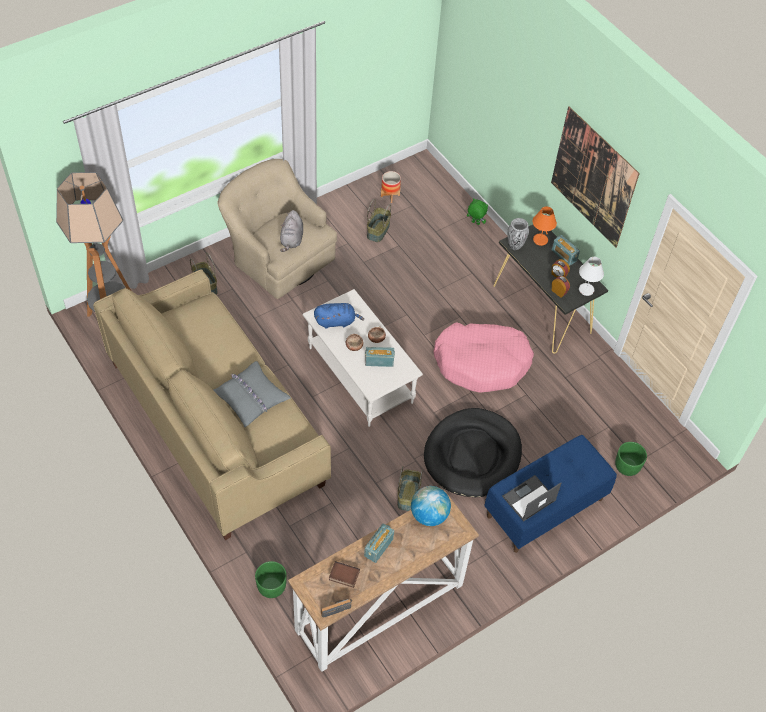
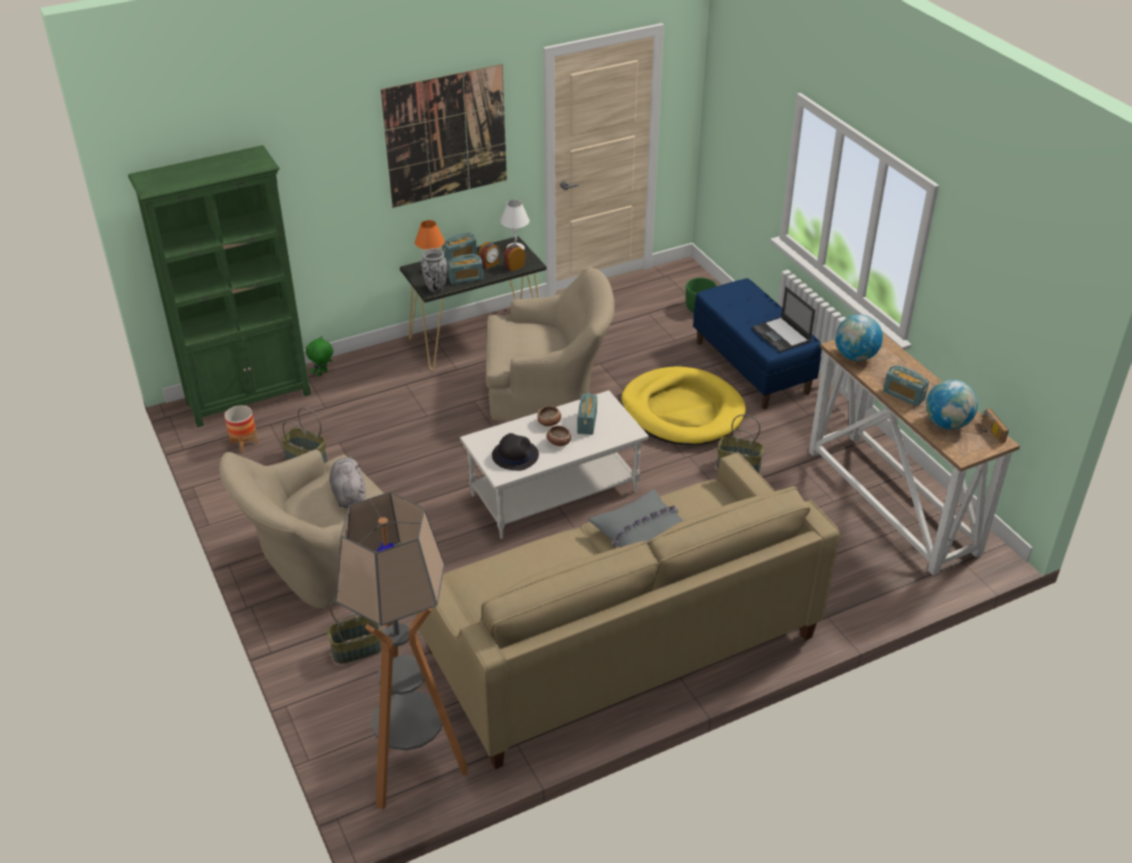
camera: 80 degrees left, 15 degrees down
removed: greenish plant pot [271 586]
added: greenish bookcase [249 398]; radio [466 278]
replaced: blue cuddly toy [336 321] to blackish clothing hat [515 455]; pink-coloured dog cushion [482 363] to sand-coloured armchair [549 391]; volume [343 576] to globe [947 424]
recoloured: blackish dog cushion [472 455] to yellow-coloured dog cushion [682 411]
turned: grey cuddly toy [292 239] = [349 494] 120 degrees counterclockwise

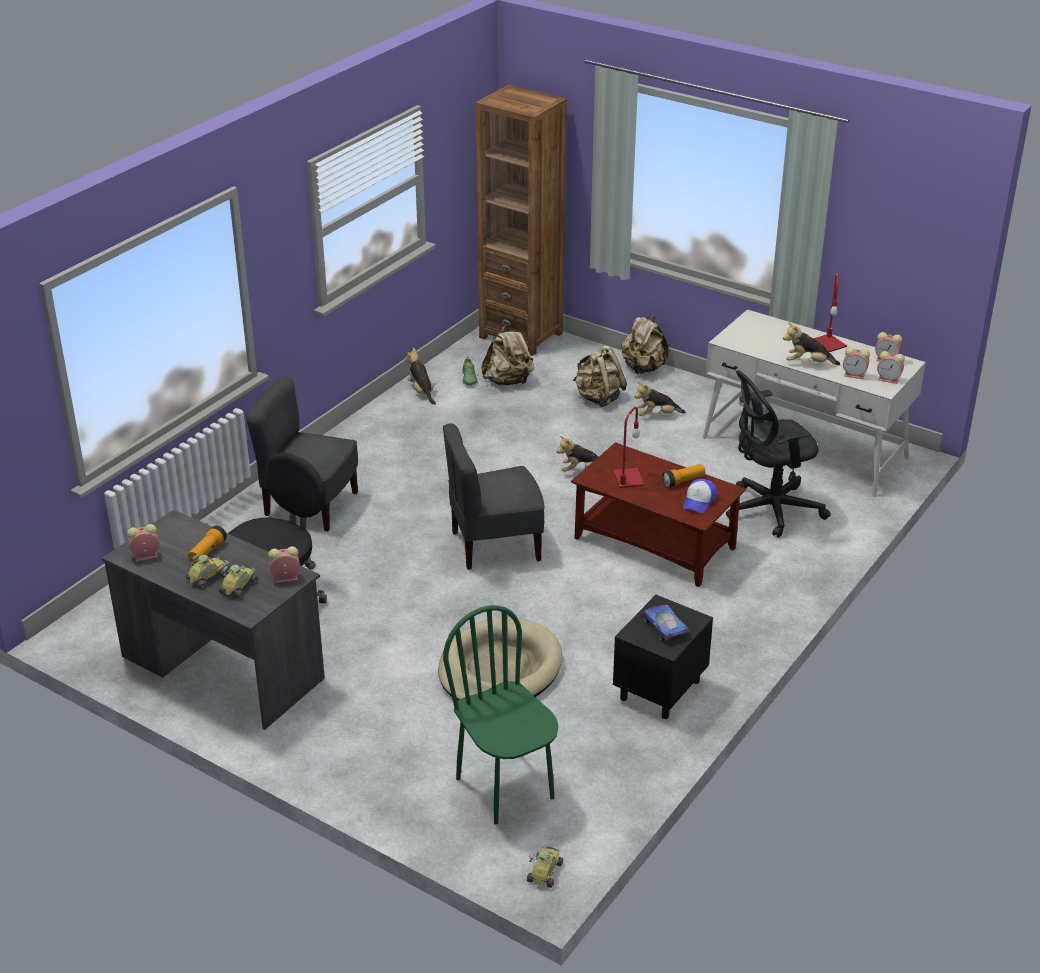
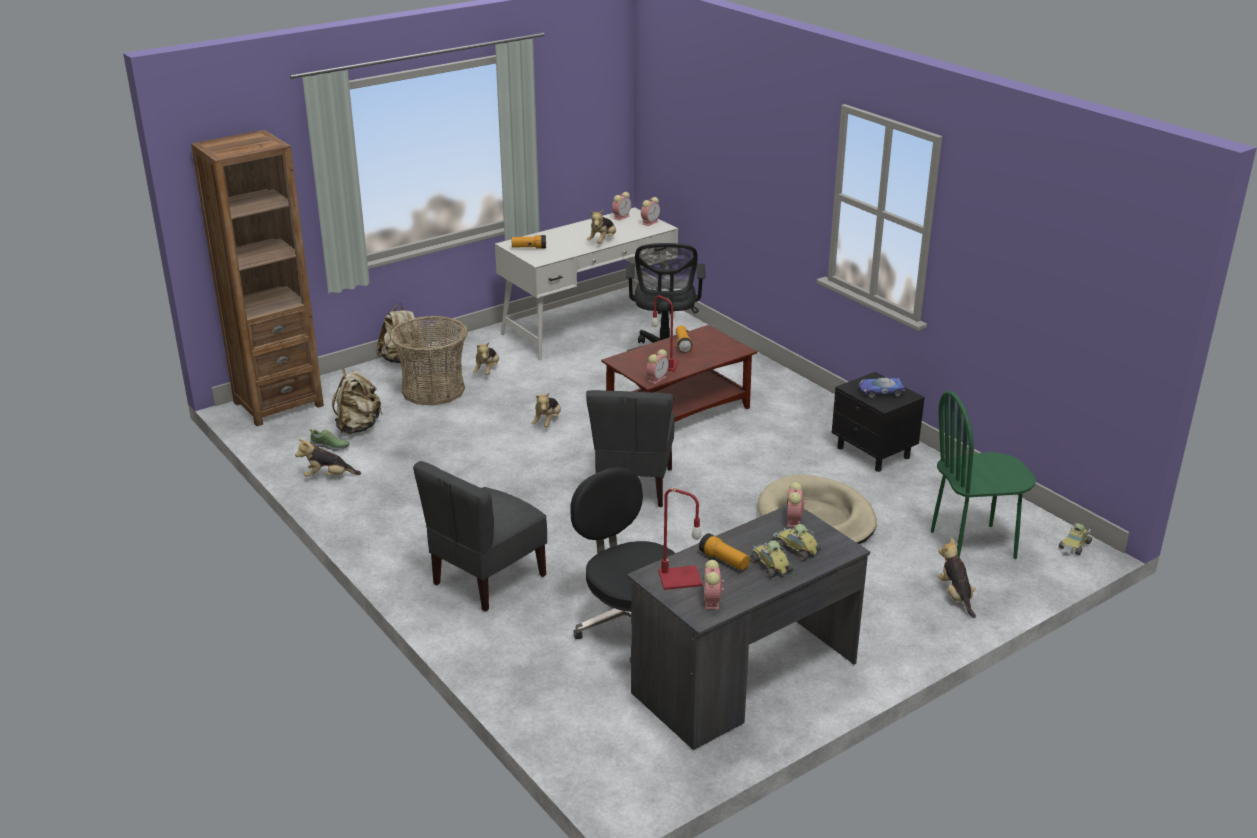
camera: 70 degrees left, 5 degrees down
removed: cap [699 501]
added: flashlight [529 248]; cuddly toy [955 596]
moved: reddish lamp for a table [828 343] to [679 578]; table clock [855 375] to [657 378]
replaced: sand-coloured rucksack [598 398] to basket [433 390]
turned: toy car [544 871] = [1075 546] 90 degrees counterclockwise

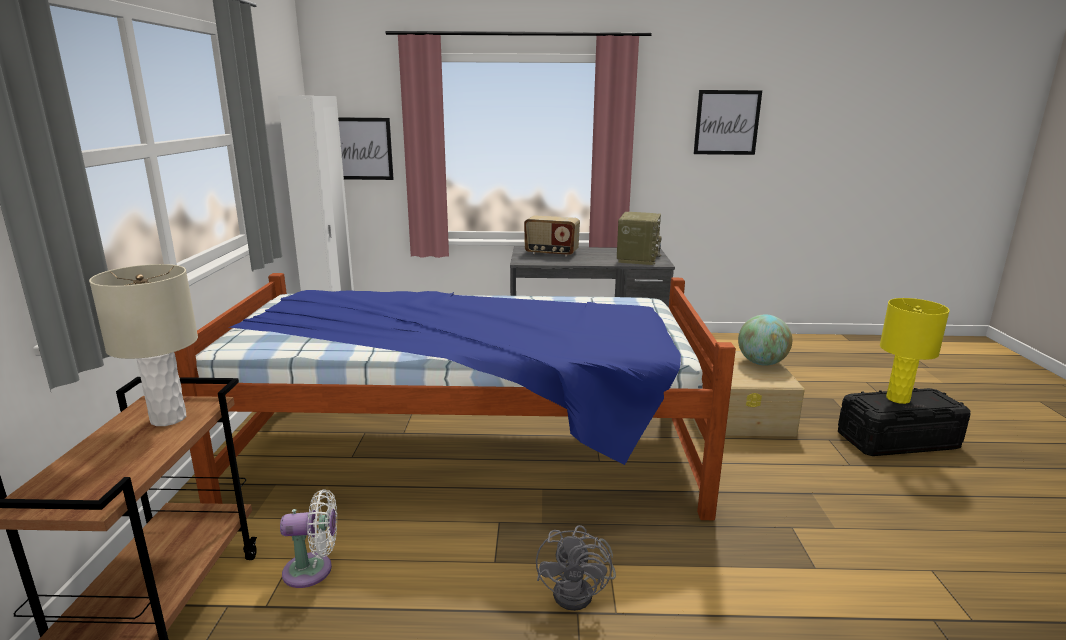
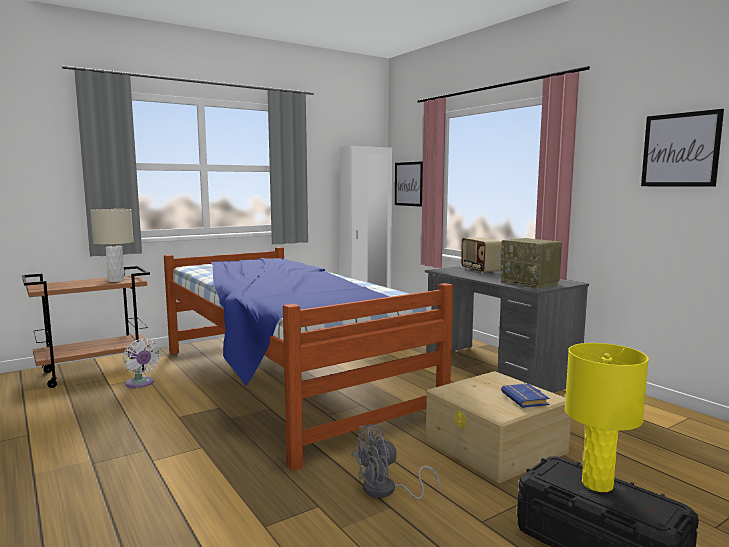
camera: 55 degrees right, 10 degrees down
moved: grey electric fan [580 592] to [386 491]
replaced: globe [761 363] to blue volume [526 399]
turned: radio [637 258] = [530 283] 75 degrees clockwise

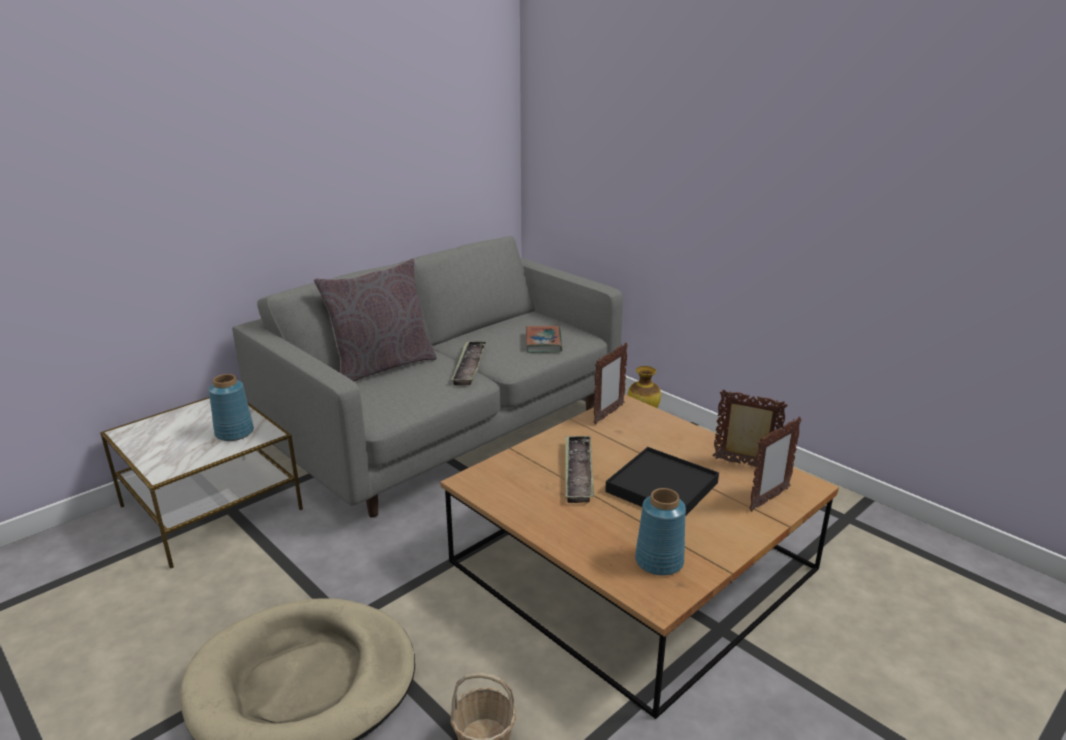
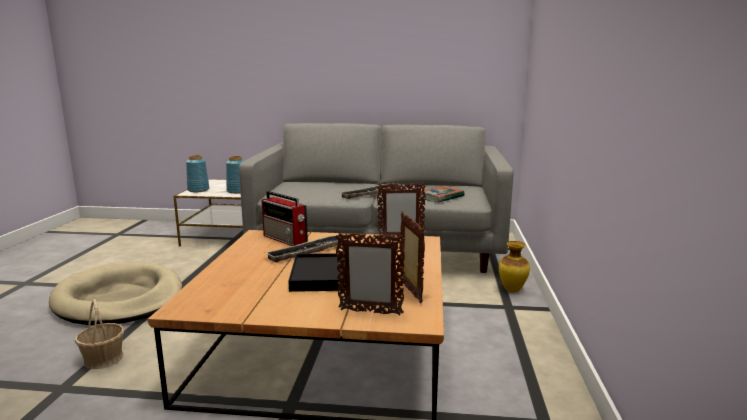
camera: 50 degrees right, 10 degrees down
removed: grey throw pillow [382 366]
added: radio [285 239]
moved: blue vase [659 561] to [198 190]

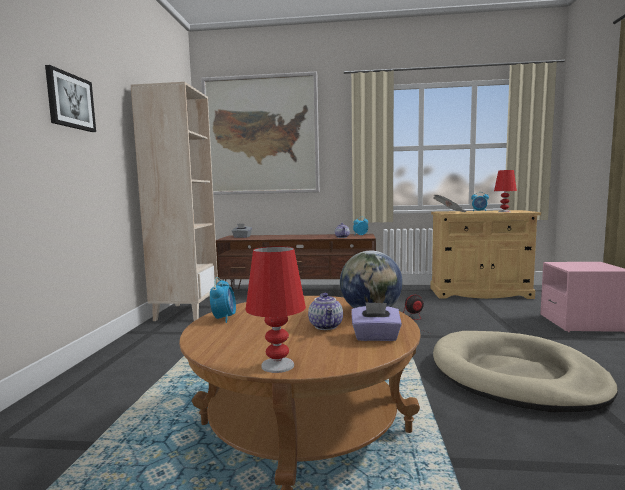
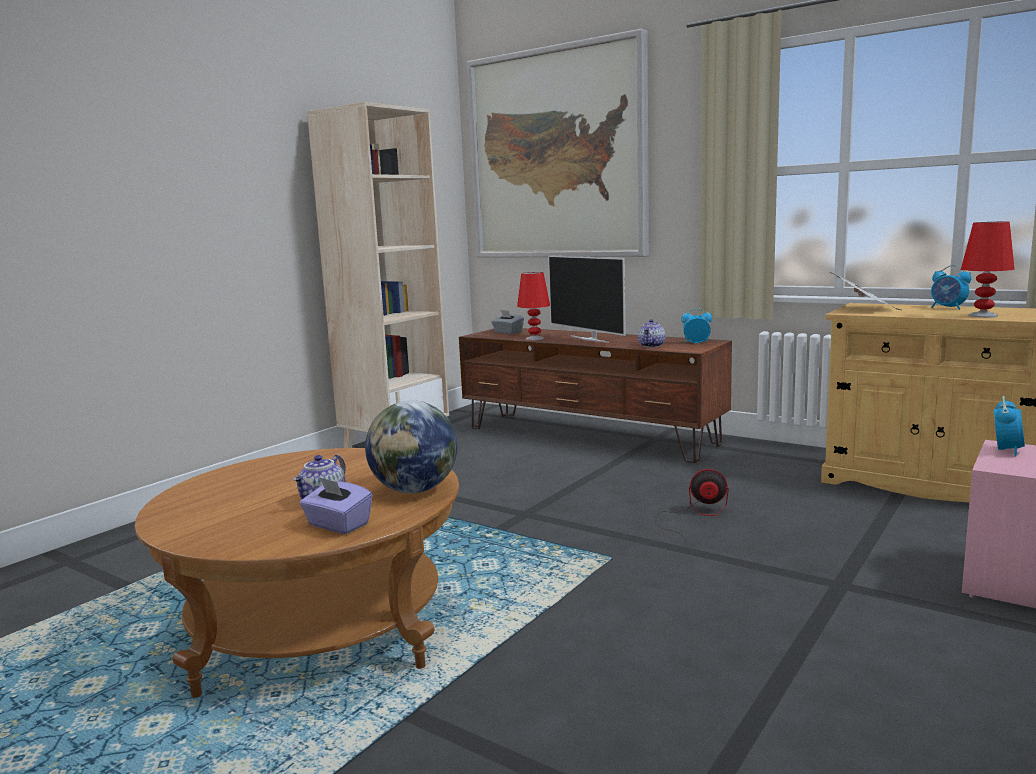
camera: 30 degrees right, 5 degrees up
removed: picture [70 101]; sand-coloured dog cushion [515 375]
added: television [590 339]
moved: reddish lamp for a table [277 365] to [534 339]; table clock [224 318] to [1006 450]

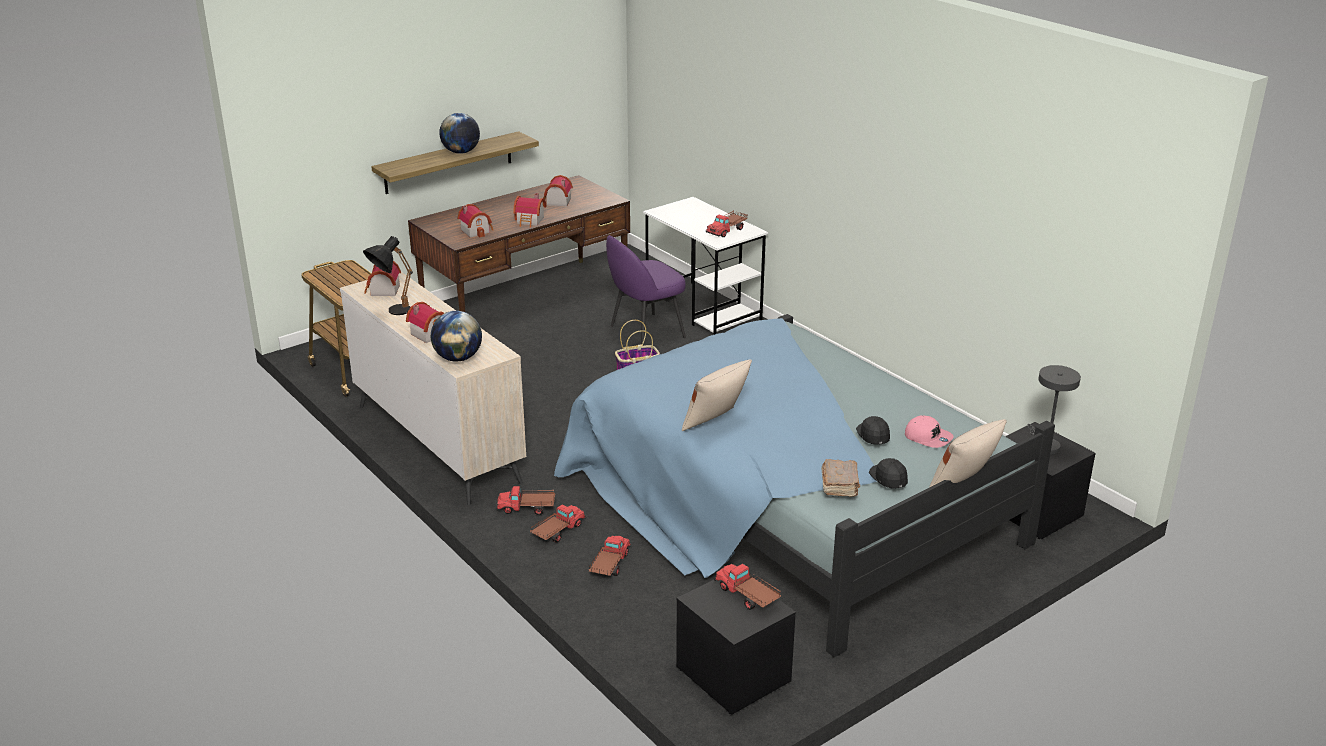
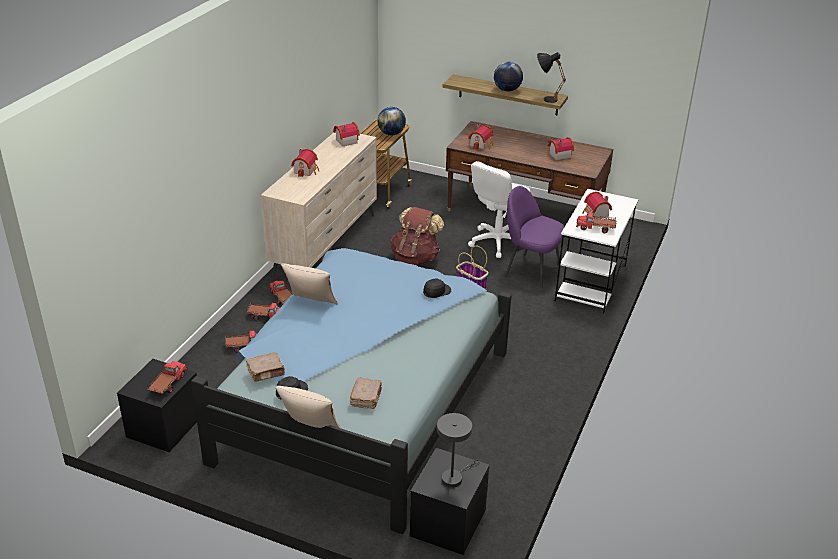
camera: 60 degrees right, 5 degrees up
added: white desk chair [497 242]; brownish rucksack [415 258]
moved: miniature house [530 221] to [595 214]; blackish lamp for a table [392 312] to [545 99]; globe [458 358] to [391 134]; blackish cap [873 434] to [436 291]
replaced: pink-coloured cap [928 437] to brownish volume [366 398]

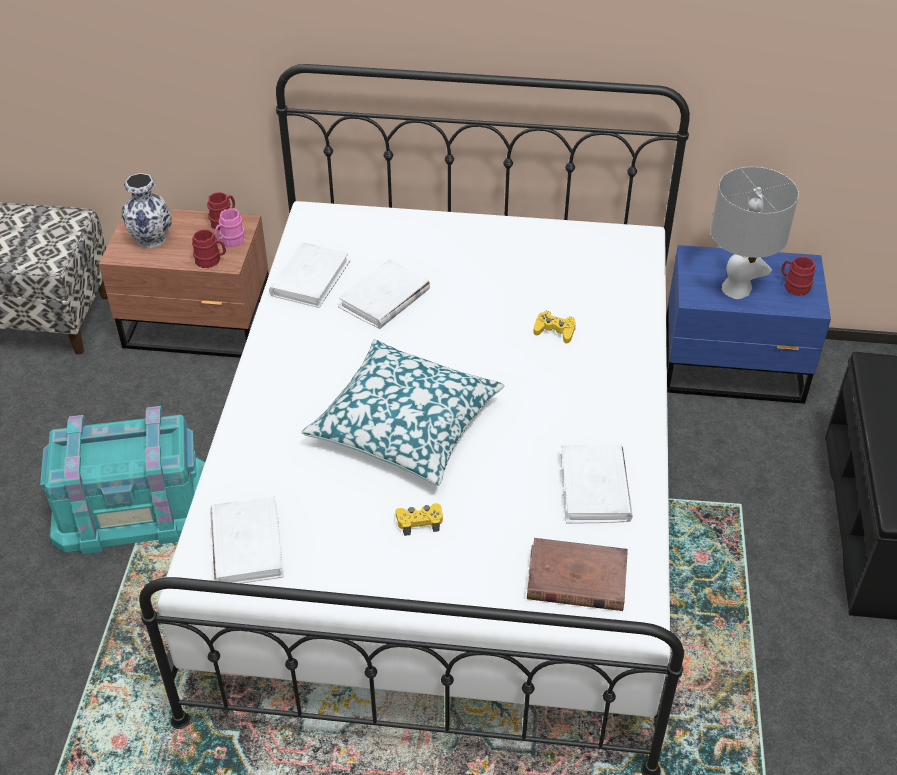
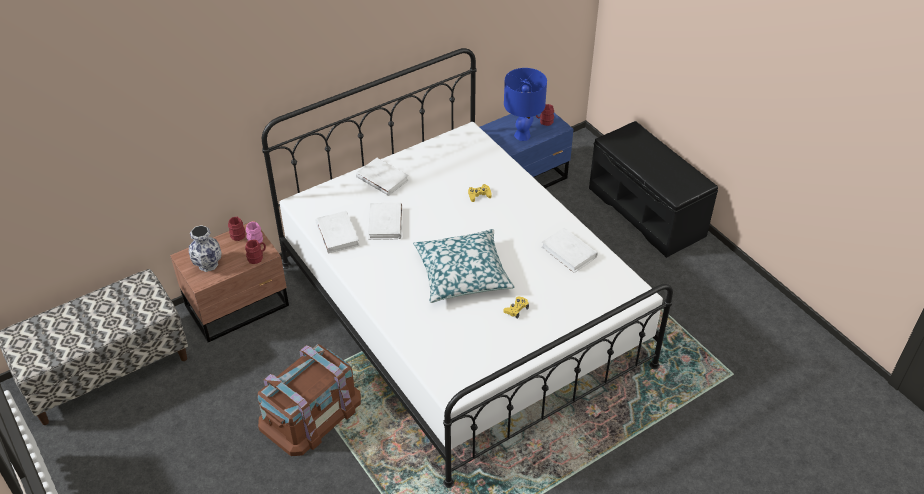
camera: 40 degrees left, 0 degrees up
removed: brownish volume [576 579]
moved: white volume [247 544] to [382 179]
recoloured: grey lamp for a table [737 289] to blue lamp for a table [522 135]; turquoise storage bin [132 504] to brownish storage bin [310 412]

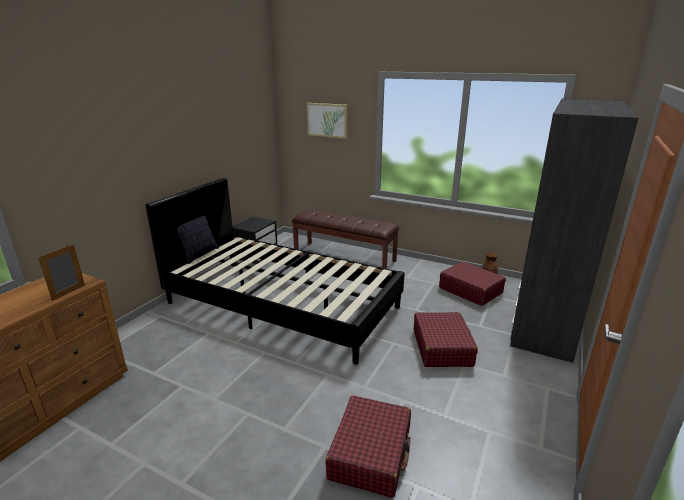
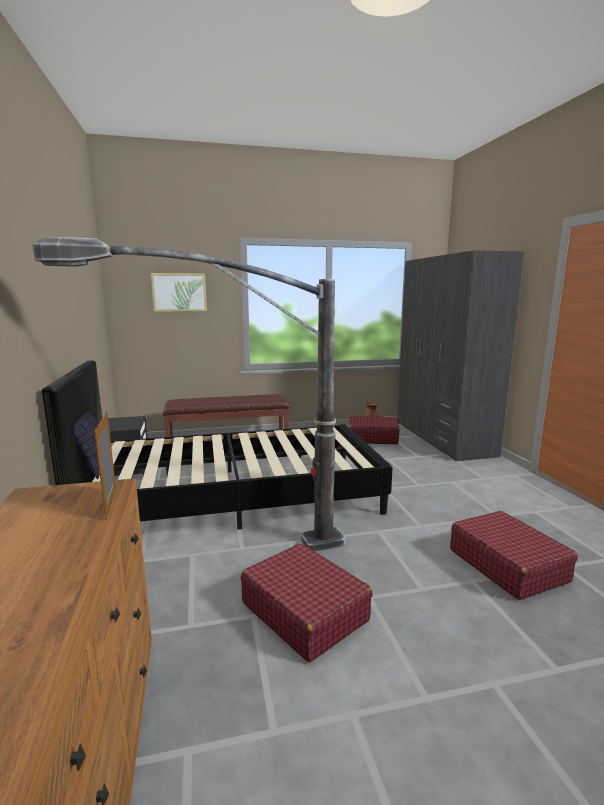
camera: 40 degrees left, 10 degrees down
added: standing lamp [223 560]
moved: reddish piece of luggage [442 347] to [304 611]

